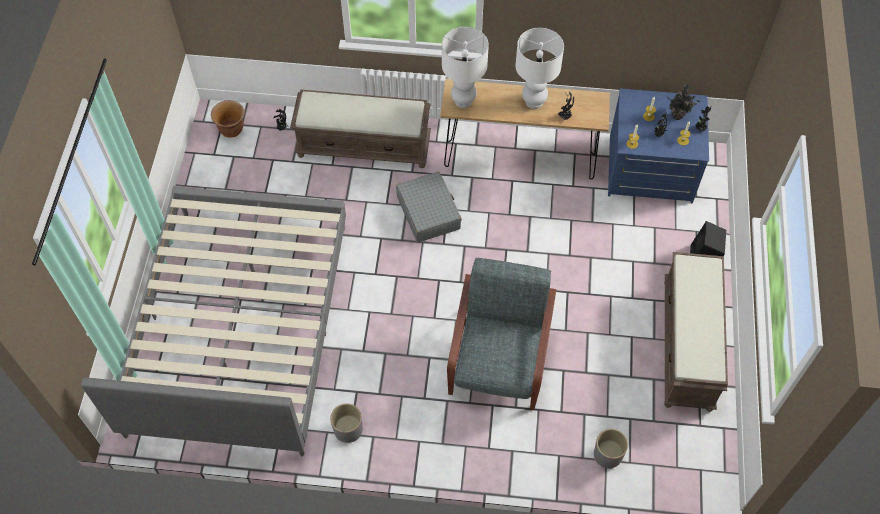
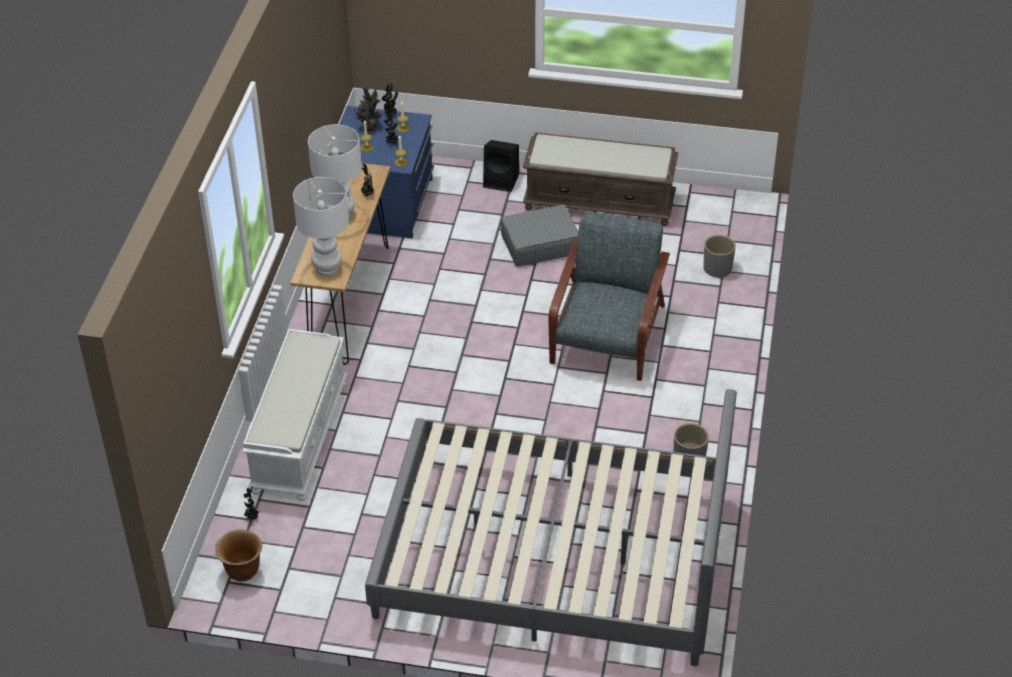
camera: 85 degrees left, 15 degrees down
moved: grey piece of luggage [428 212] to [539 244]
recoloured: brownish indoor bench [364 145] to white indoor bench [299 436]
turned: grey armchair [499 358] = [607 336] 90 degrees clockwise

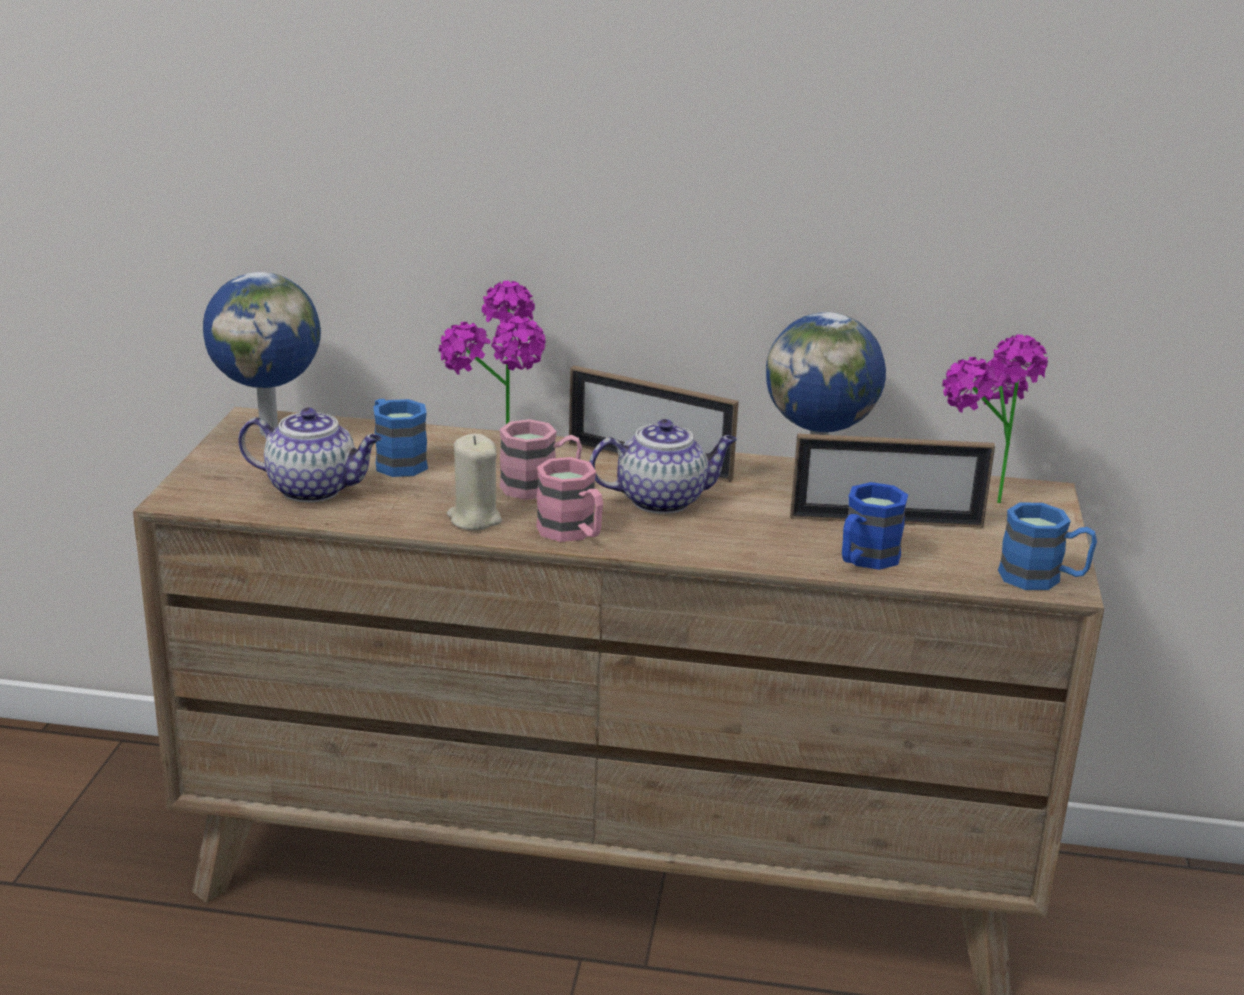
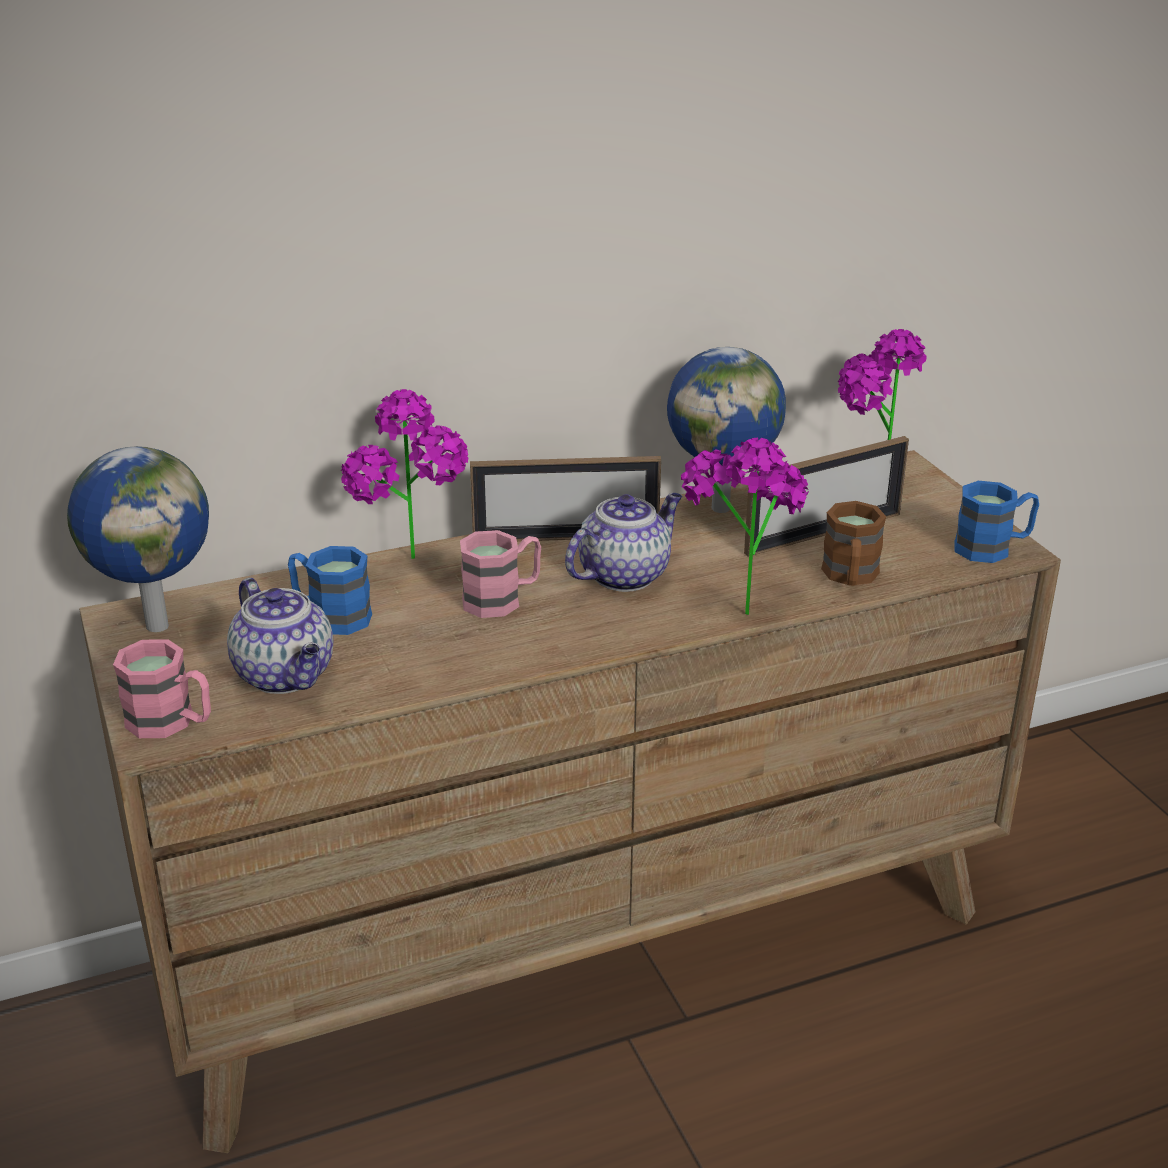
camera: 30 degrees left, 5 degrees up
removed: sand-coloured wax light [474 519]
added: plant in a pot [737 602]
moved: pink-coloured mug [573 533] to [172 722]
recoloured: blue mug [864 560] to brownish mug [850 577]
turned: teapot [314 489] = [287 676] 75 degrees clockwise

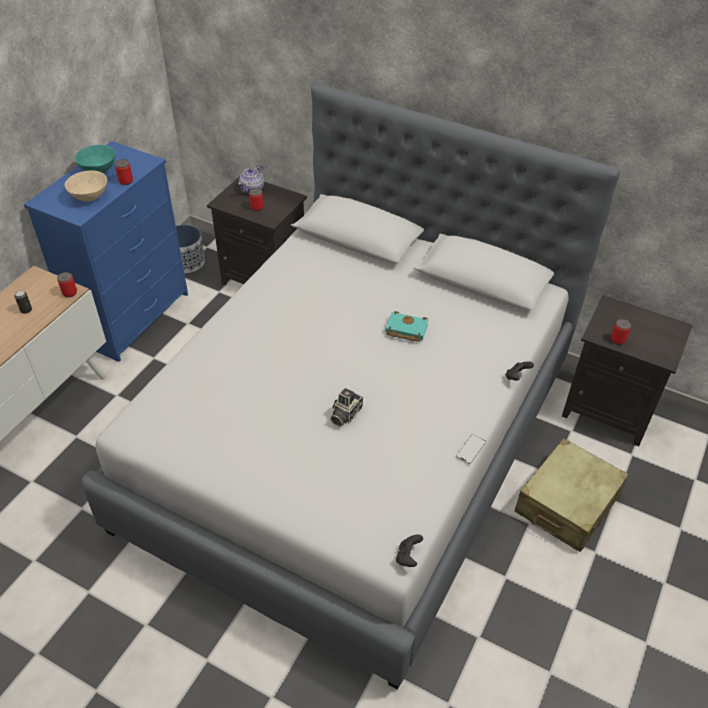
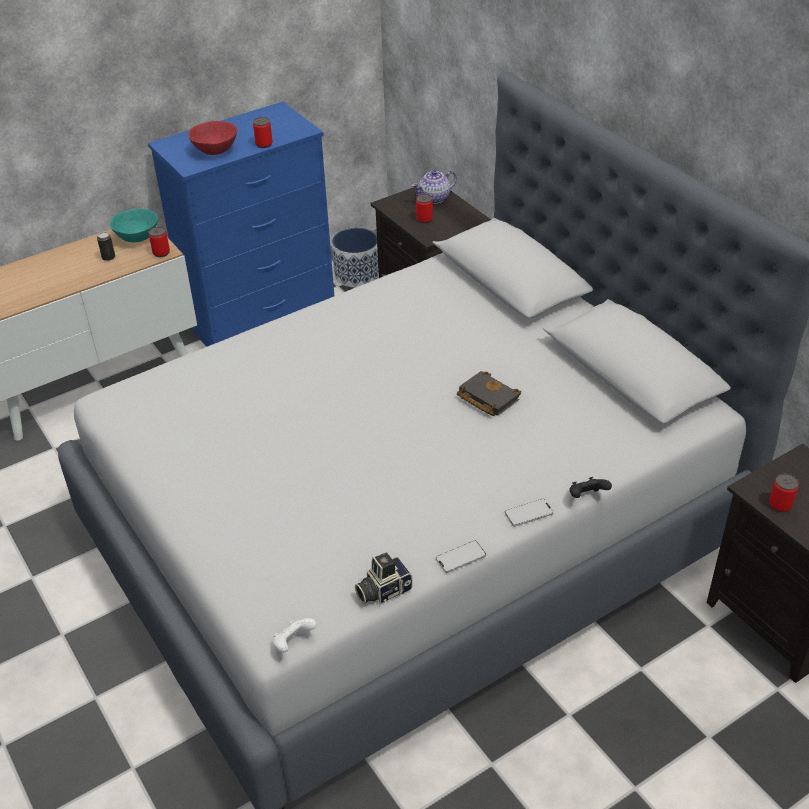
camera: 30 degrees right, 5 degrees down
removed: sand-coloured piece of luggage [567 504]
added: handset [528 513]
moved: turquoise serving bowl [98 170] to [137 238]; photo camera [345 414] to [382 590]
recoloured: sand-coloured serving bowl [89 197] to reddish serving bowl [215 151]; turquoise volume [405 330] to blackish volume [486 398]; blackish game controller [408 557] to white game controller [293 643]

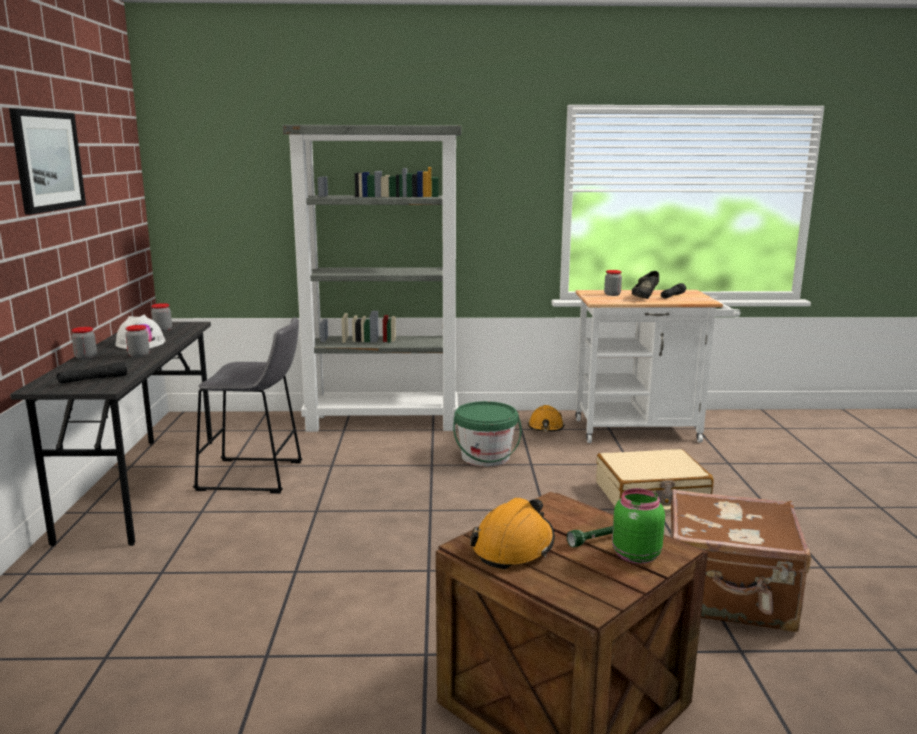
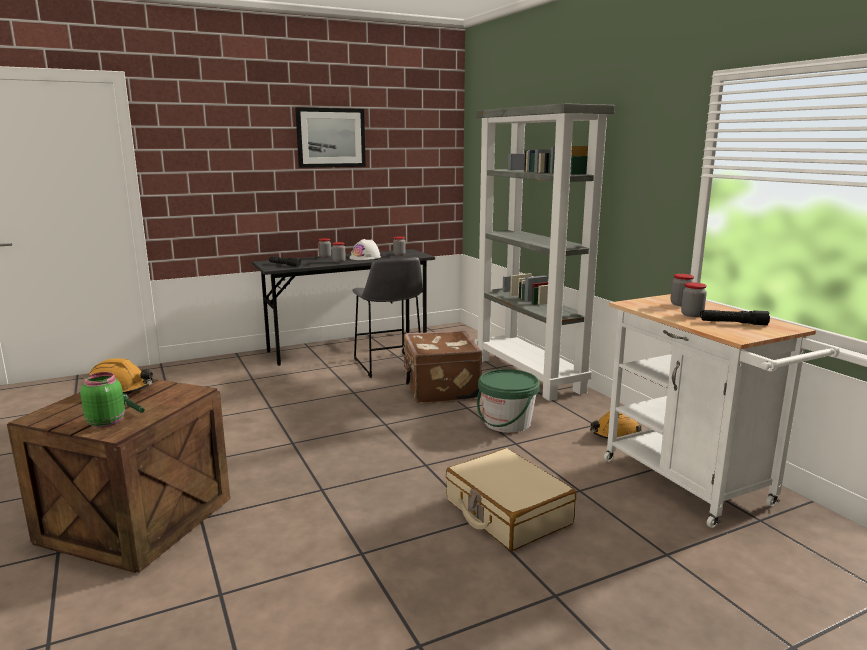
camera: 65 degrees right, 0 degrees up
moved: brownish piece of luggage [728 597] to [440 390]
replaced: blackish shoe [644 298] to storage jar [692 315]

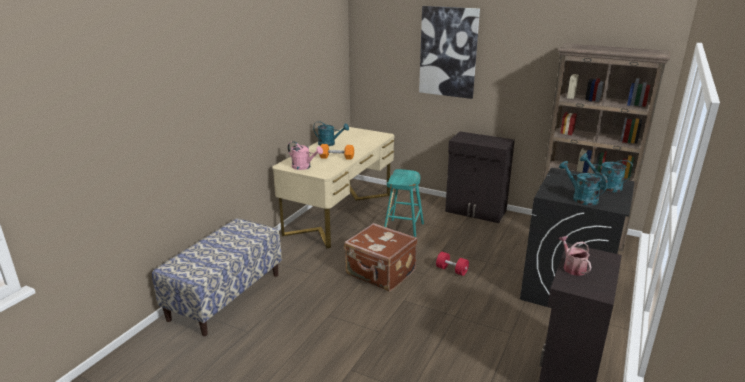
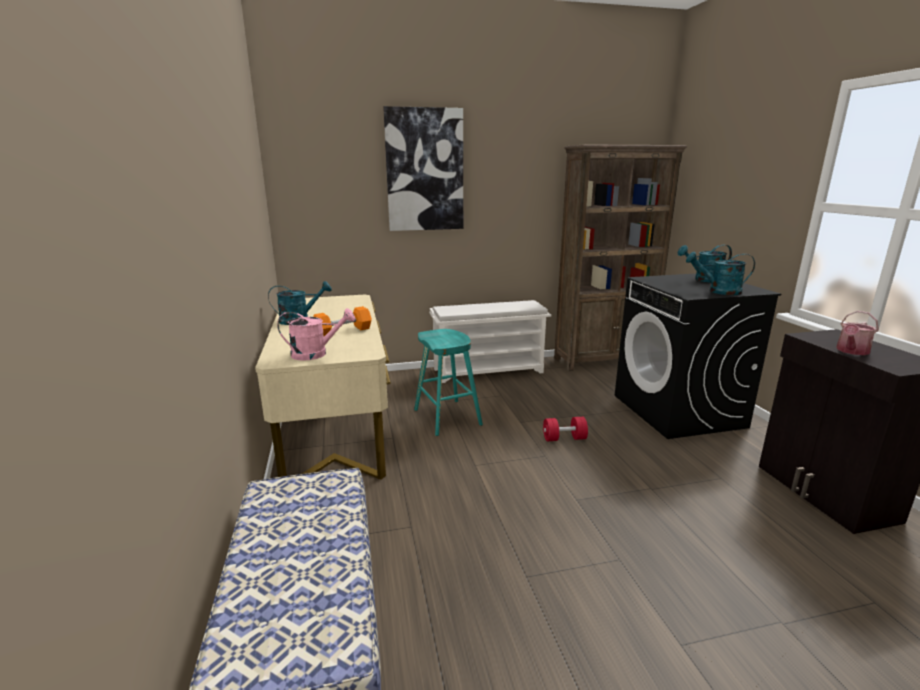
camera: 40 degrees left, 5 degrees down
removed: brownish piece of luggage [380 273]
replaced: blackish cabinet [475 211] to white shoe rack [489 370]
turned: watering pot [572 267] = [851 351] 75 degrees counterclockwise

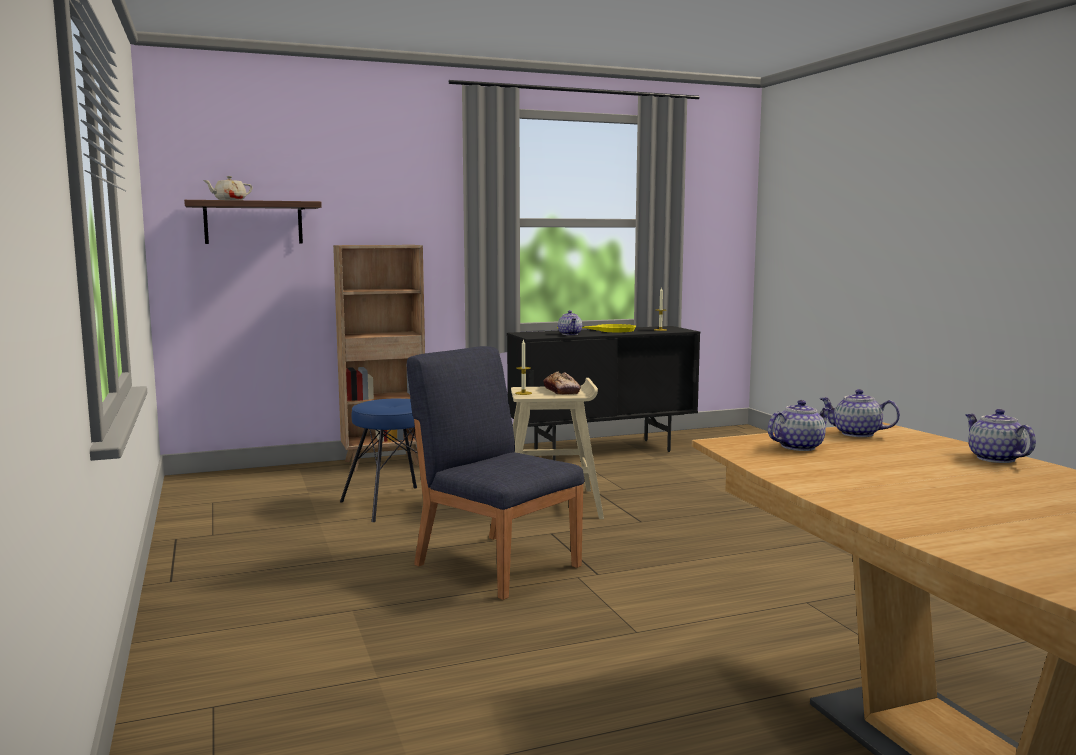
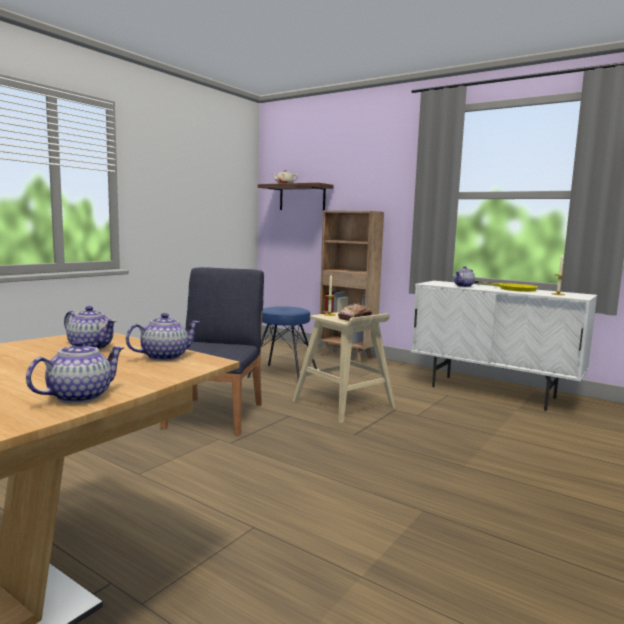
camera: 55 degrees right, 0 degrees up
recoloured: blackish cabinet [602 451] to white cabinet [493 392]
turned: teapot [856 434] = [165 356] 60 degrees clockwise

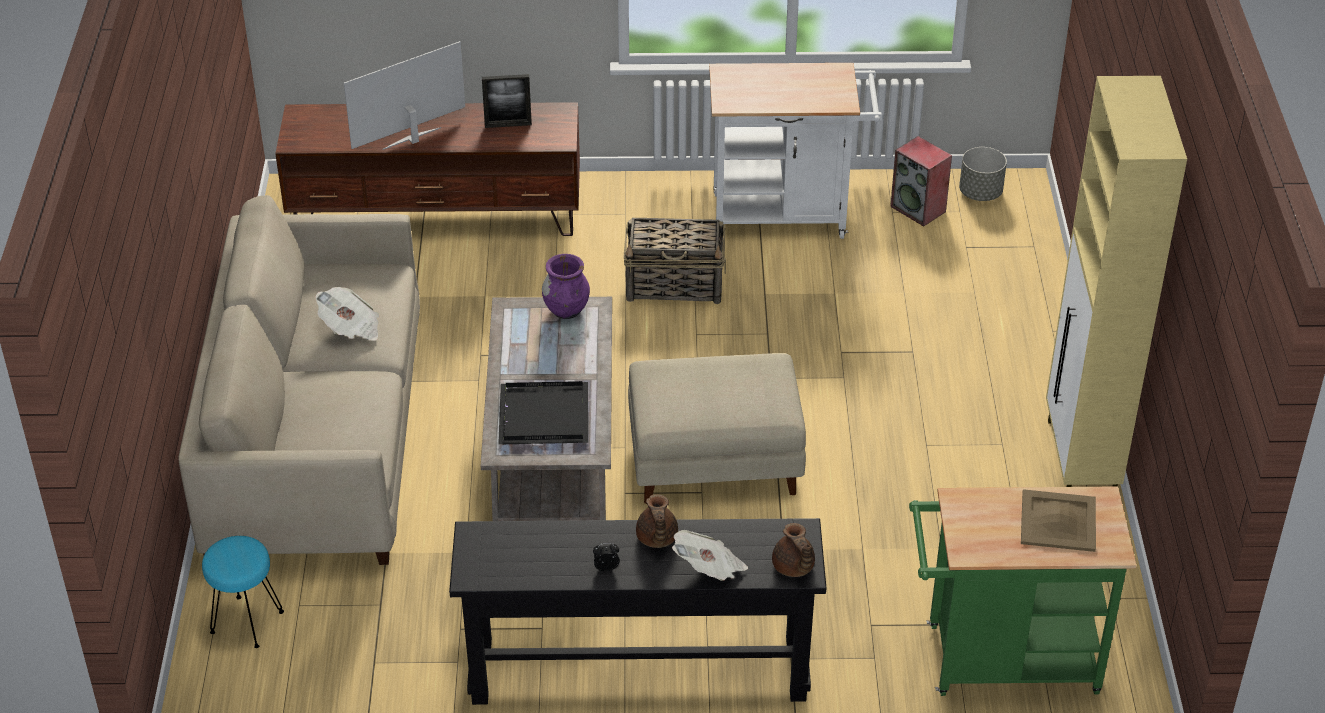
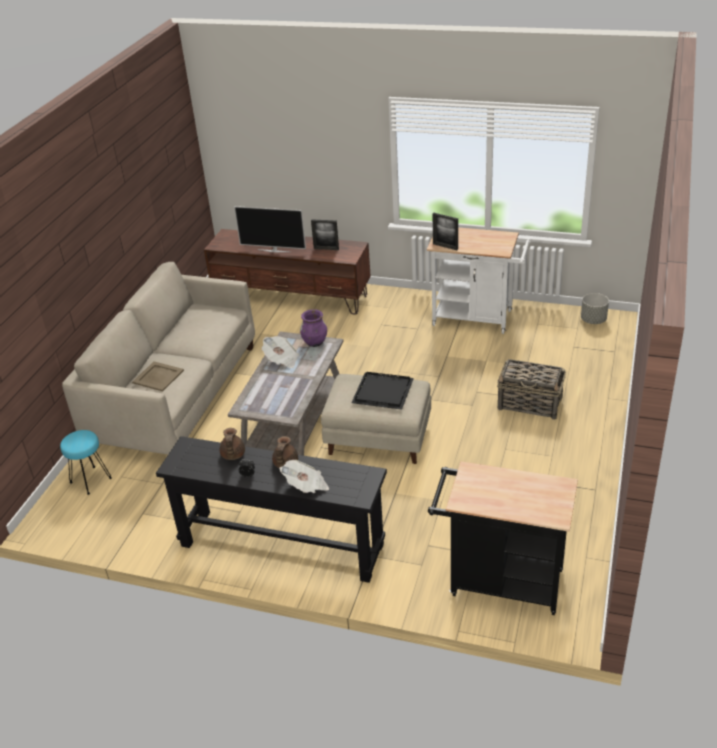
camera: 20 degrees right, 5 degrees down
removed: sand-coloured cabinet [1080 462]; audio speaker [919 209]
added: picture frame [445 246]
moved: basket [675 284] to [530 404]; daily paper [351 328] to [281 360]; blackish serving tray [542 414] to [382 391]; sand-coloured serving tray [1057 520] to [158 376]; brownish teapot [793 567] to [232 455]
recoloured: greenish wheeled cart [1000 661] to blackish wheeled cart [499 582]
turned: television [412 139] = [274 250] 150 degrees counterclockwise

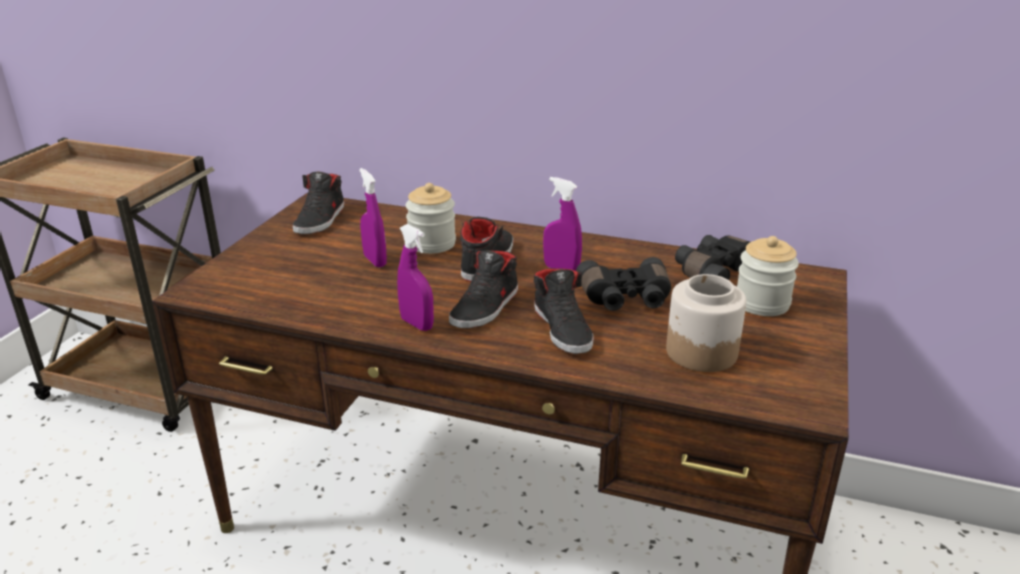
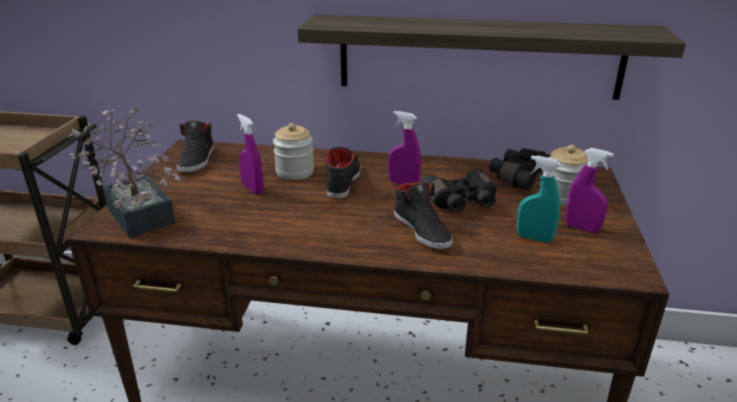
camera: 10 degrees left, 0 degrees up
removed: blackish shoe [486 308]
added: bracket shelf [479 57]; plant in a pot [138 211]
moved: purplish sprayer [417 324] to [581 228]
replaced: storage jar [701 352] to turquoise sprayer [534 238]

